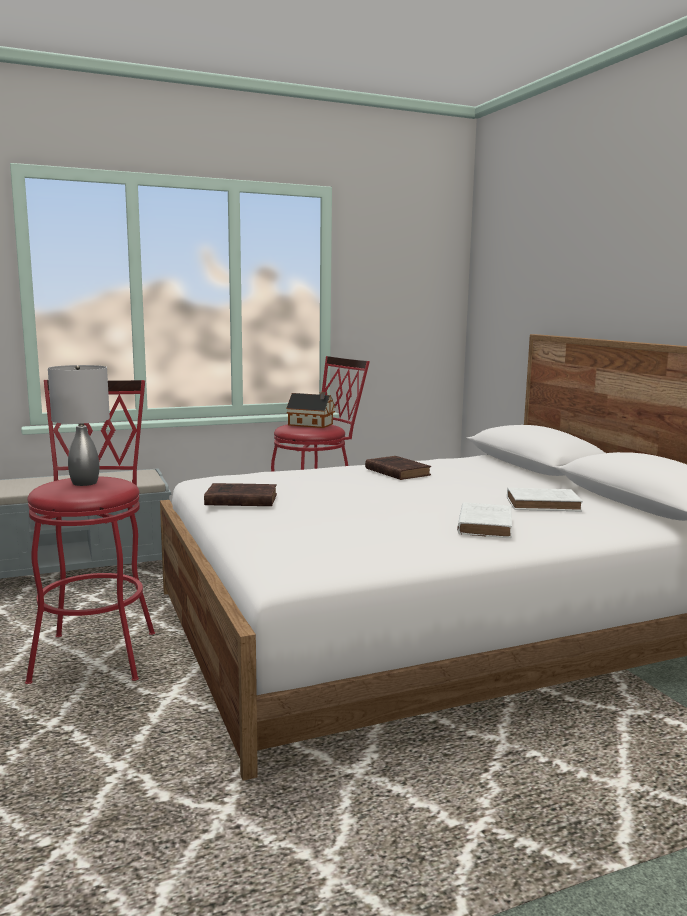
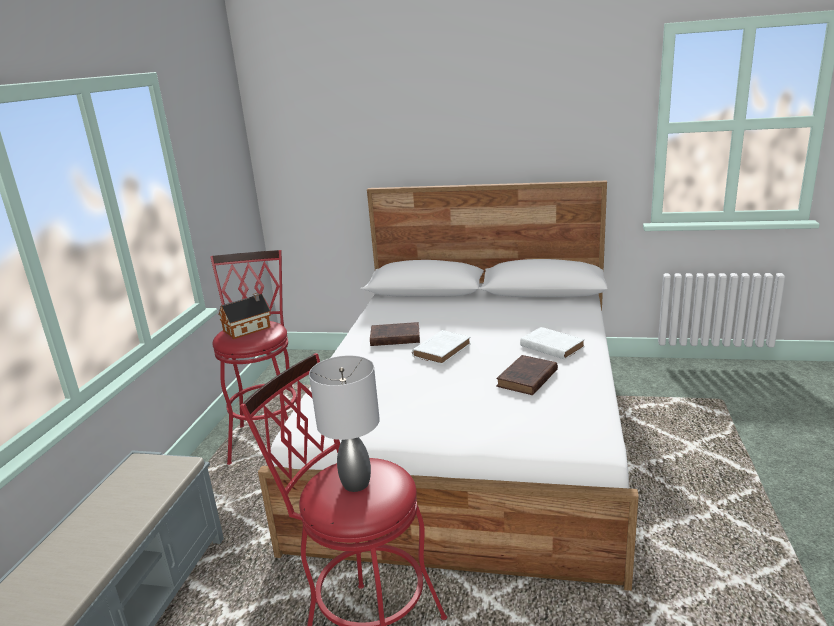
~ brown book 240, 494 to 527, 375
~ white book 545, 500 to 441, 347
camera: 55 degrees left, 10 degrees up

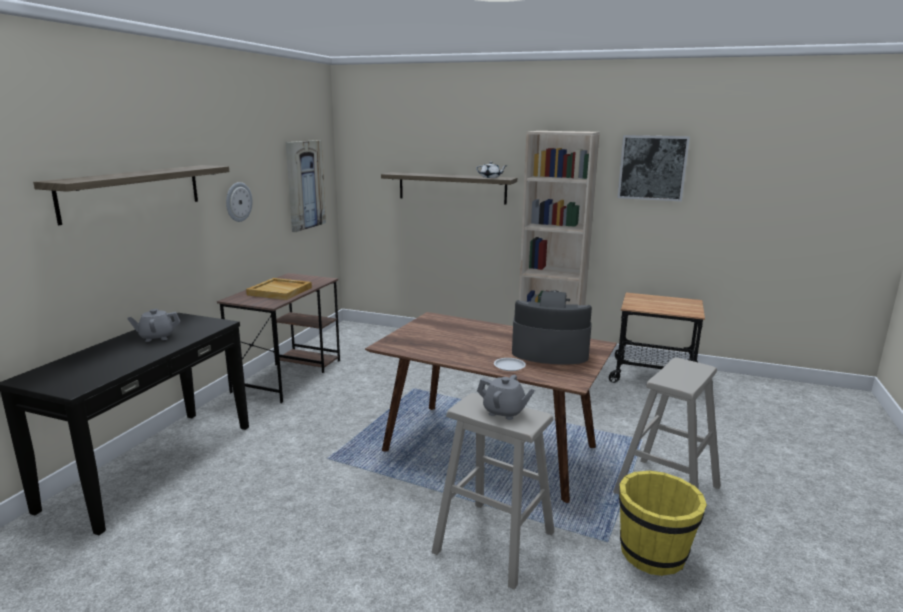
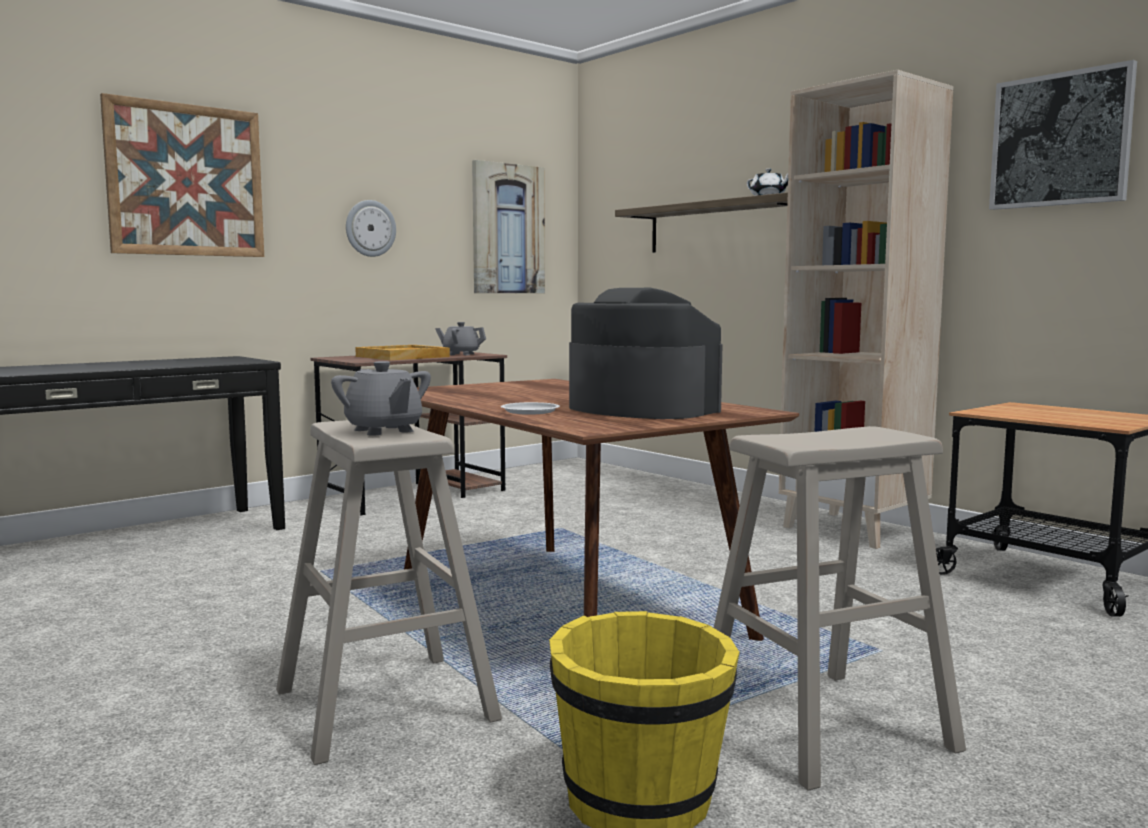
~ shelf 131, 195 to picture 182, 175
~ grey teapot 154, 325 to 460, 338
camera: 30 degrees right, 10 degrees down

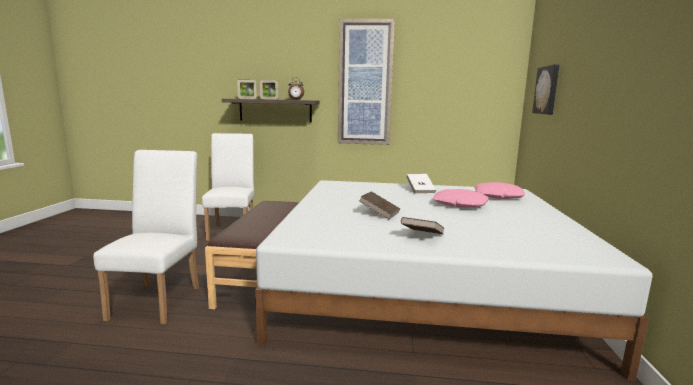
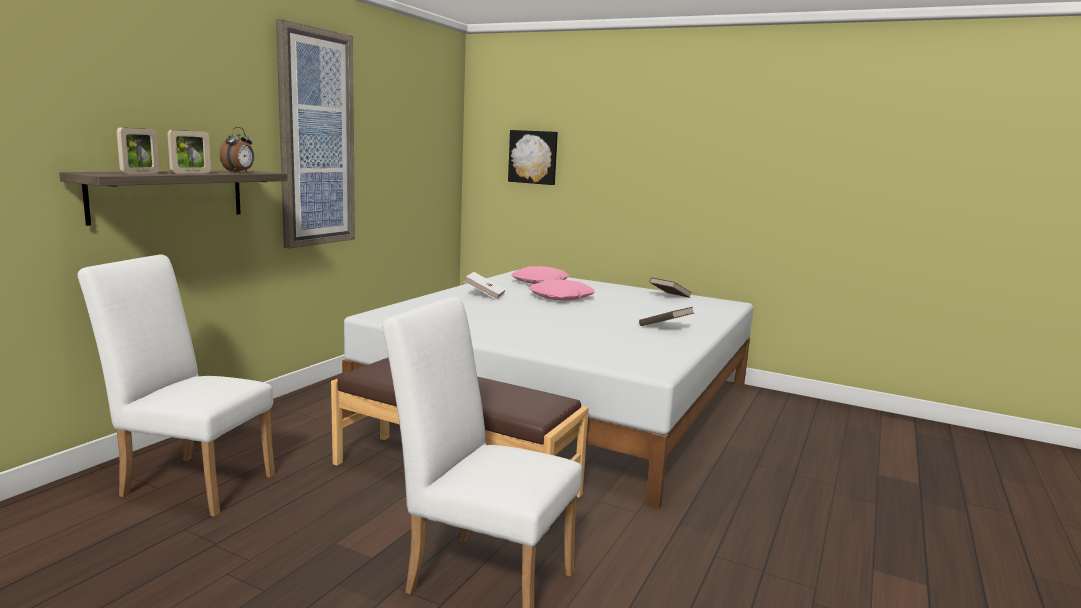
~ brown book 379, 205 to 671, 287
camera: 70 degrees left, 0 degrees up

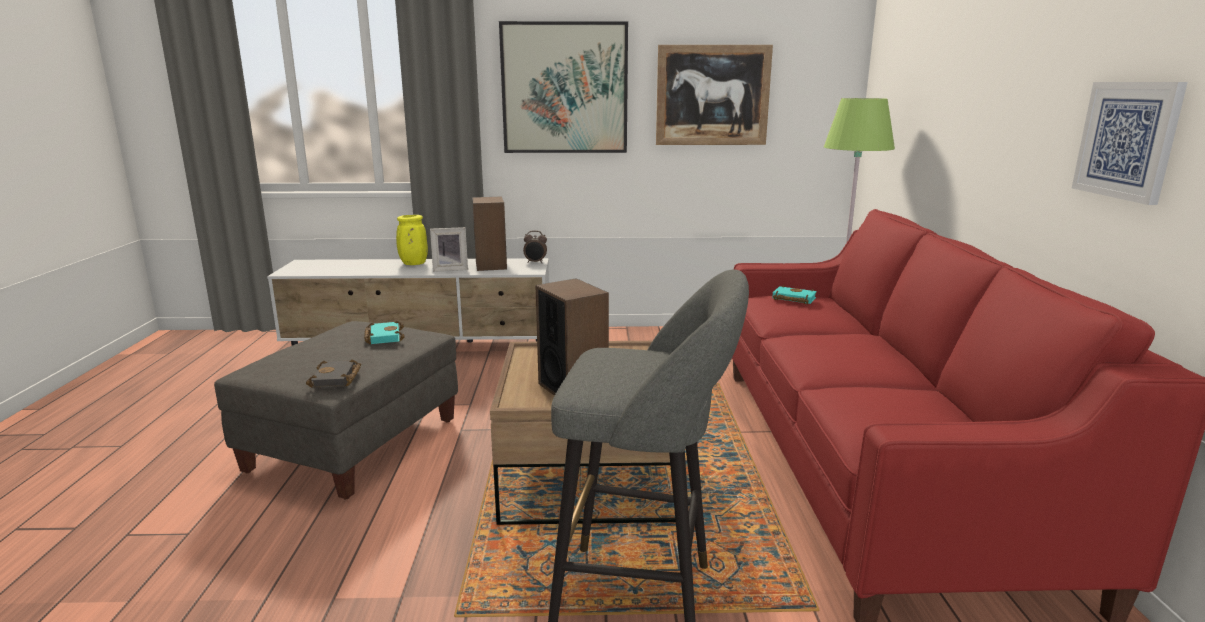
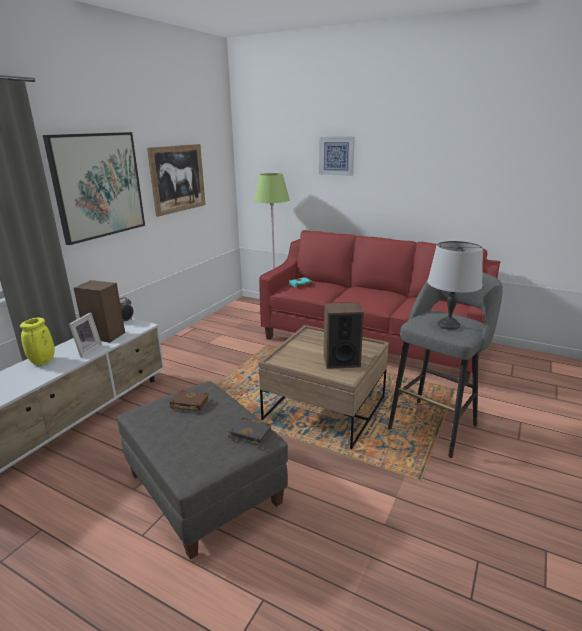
~ picture 1130, 143 to 337, 156
~ turquoise book 384, 332 to brown book 189, 401
+ grey table lamp 455, 285
camera: 60 degrees left, 5 degrees up

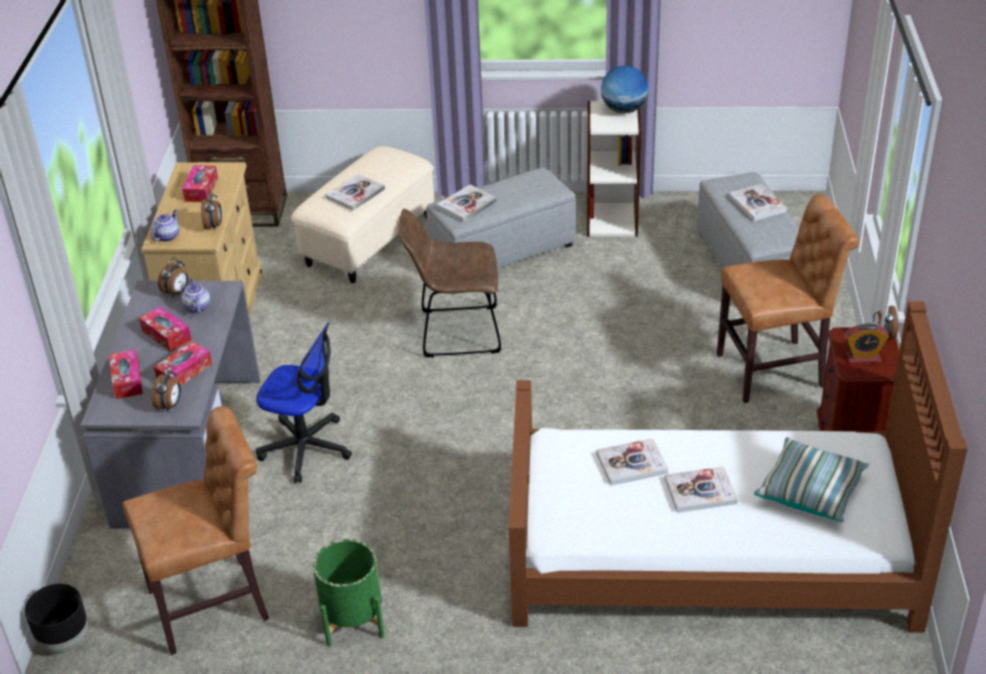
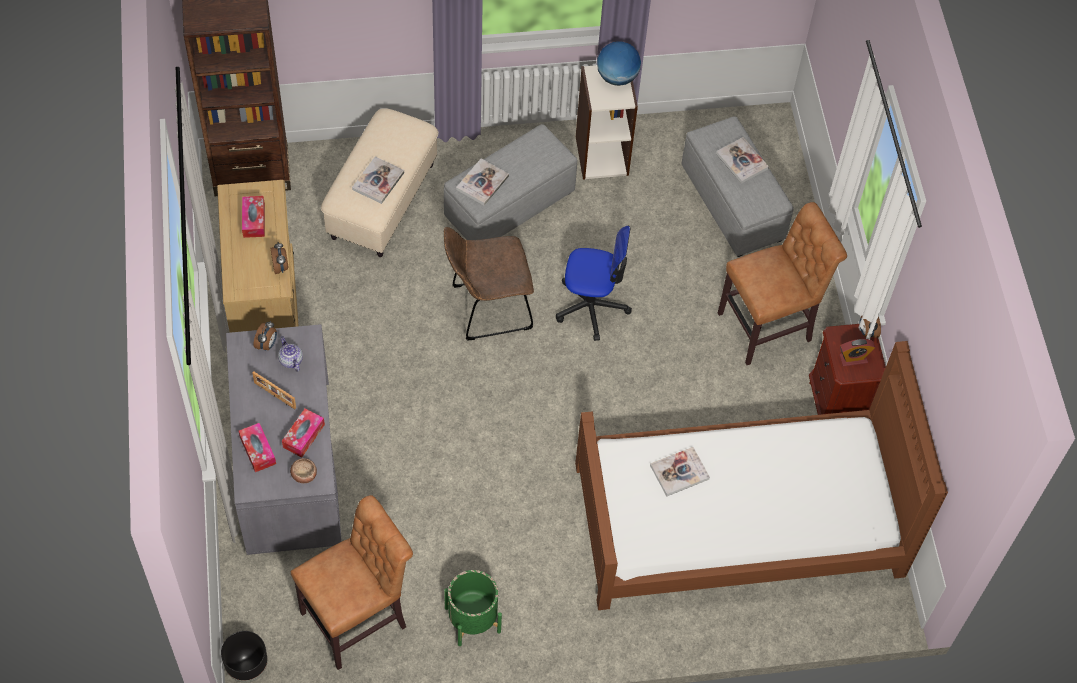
- teapot 165, 225
~ tissue box 165, 329 to picture frame 274, 390
~ office chair 304, 403 to 594, 283
~ alarm clock 166, 390 to bowl 303, 470
- pillow 811, 479
- book 701, 489
camera: 15 degrees left, 20 degrees up

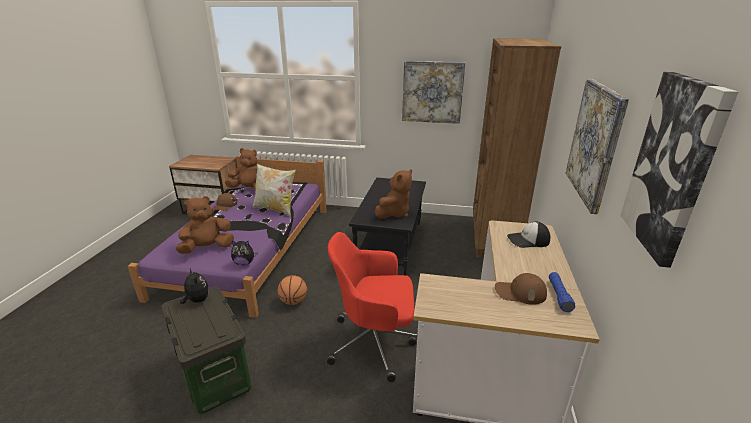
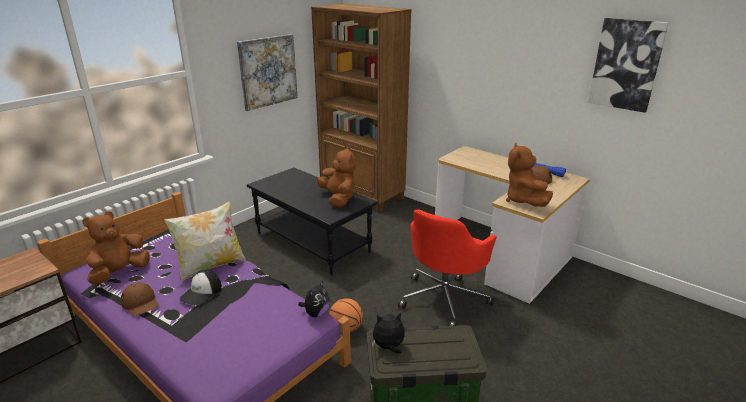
- picture 597, 146
~ brown plush toy 204, 225 to 529, 175
~ cap 528, 234 to 201, 287
camera: 60 degrees left, 0 degrees up

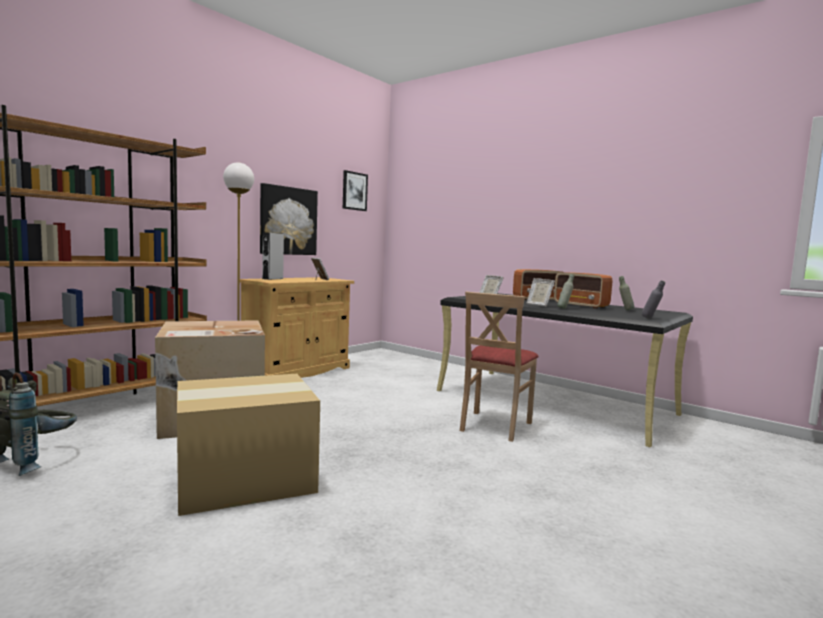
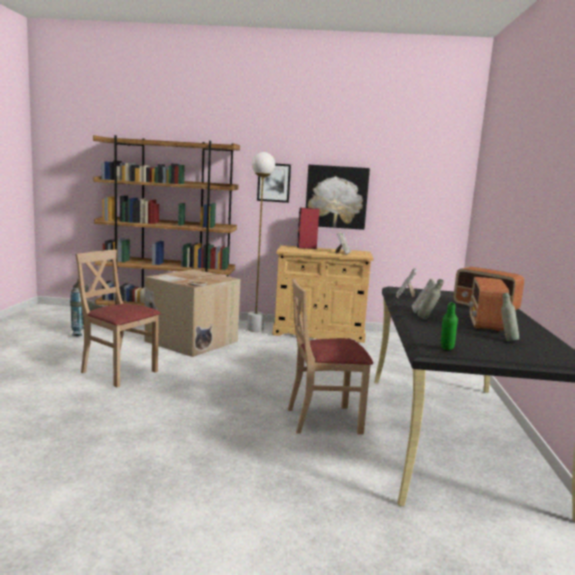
~ picture 355, 190 to 274, 183
~ grey speaker 273, 256 to red speaker 308, 228
~ grey bottle 653, 300 to green bottle 449, 326
~ cardboard box 248, 445 to beige chair 118, 318
camera: 55 degrees right, 5 degrees up

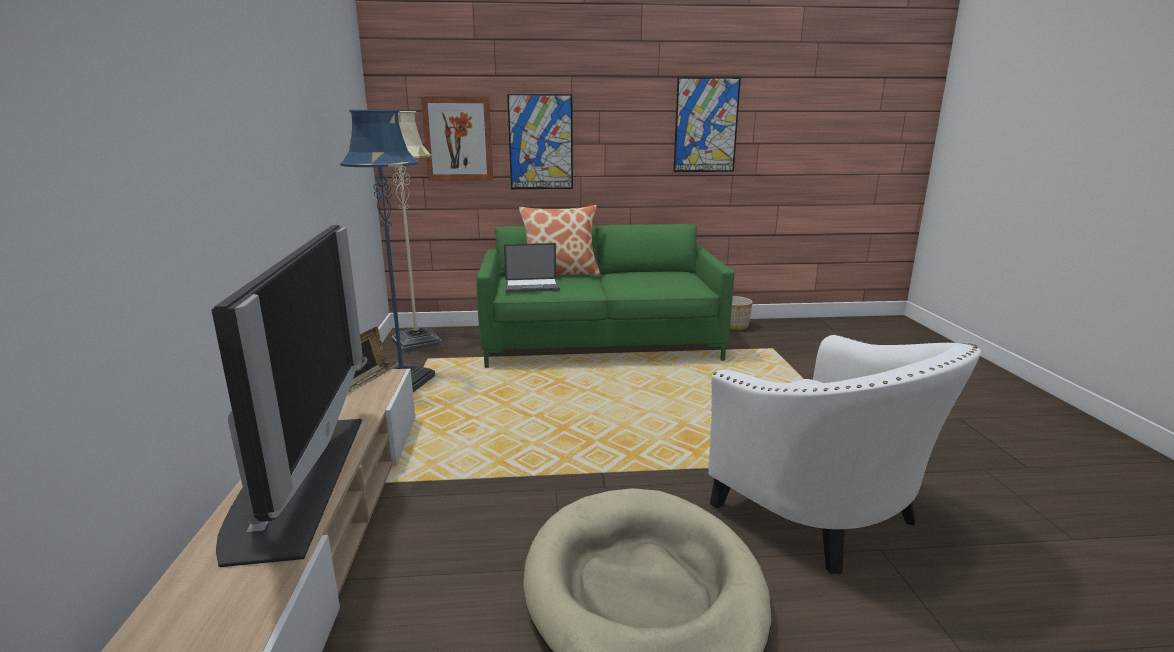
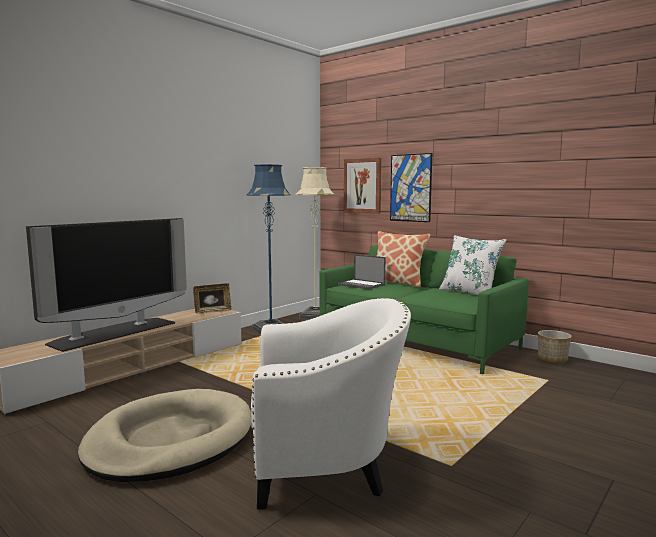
- picture 707, 124
~ white armchair 844, 454 = 331, 404 105 degrees counterclockwise
+ white pillow 472, 265
camera: 45 degrees right, 10 degrees down

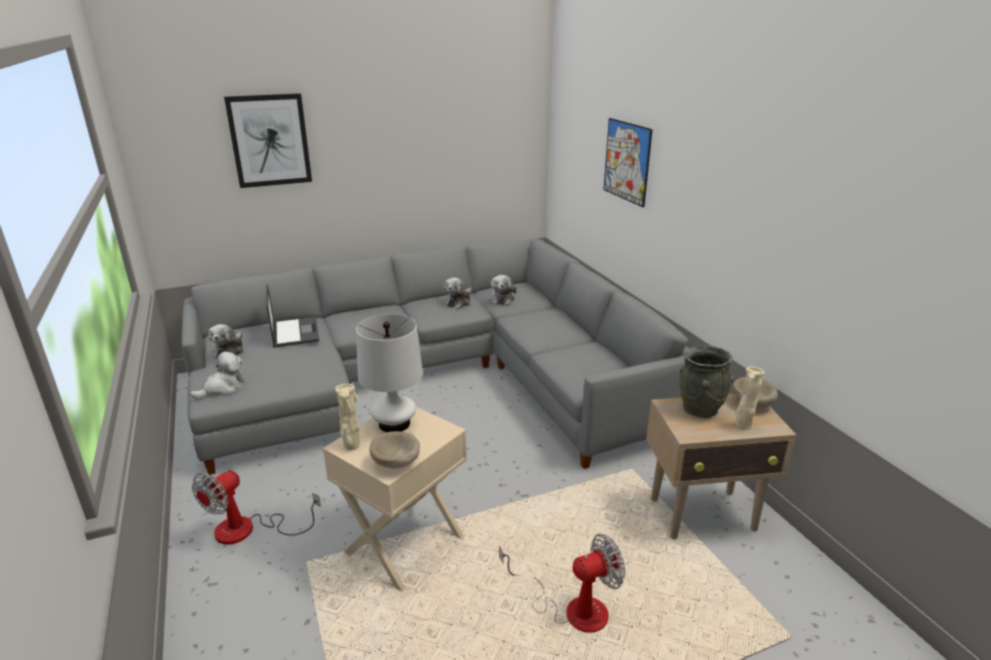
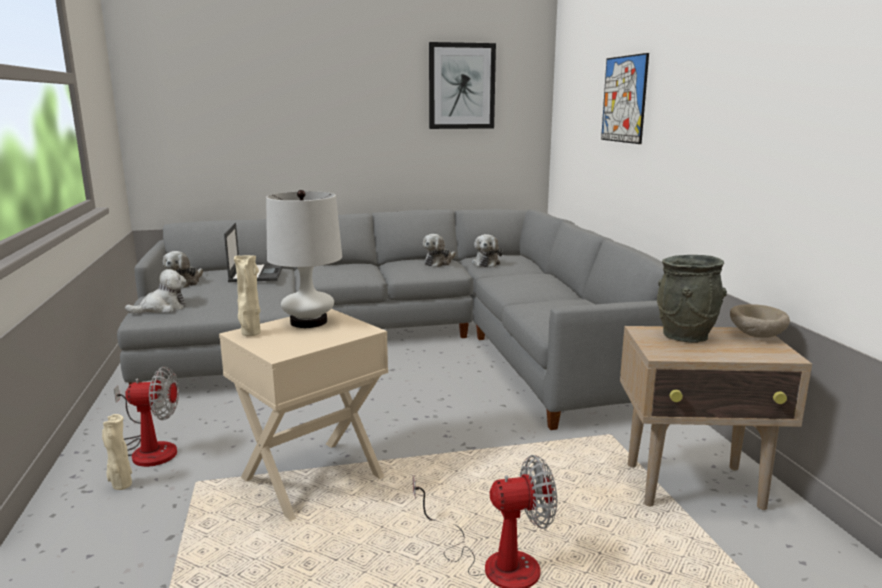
~ picture 268, 140 to 462, 85
~ beige vase 750, 398 to 117, 452
- beige bowl 394, 449
~ fan 256, 507 = 146, 416 135 degrees counterclockwise
camera: 10 degrees right, 10 degrees down

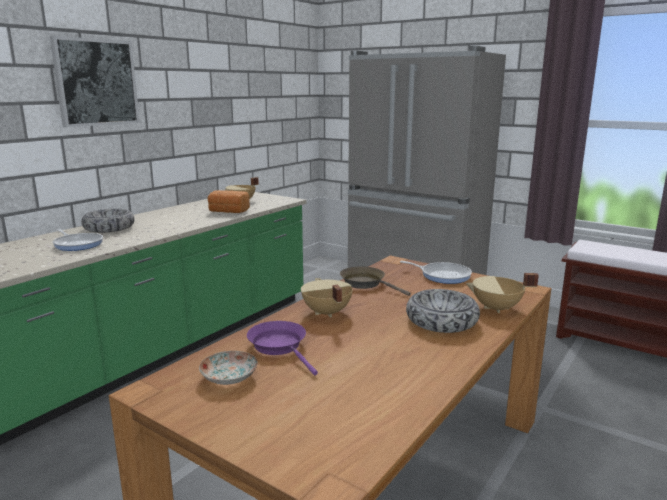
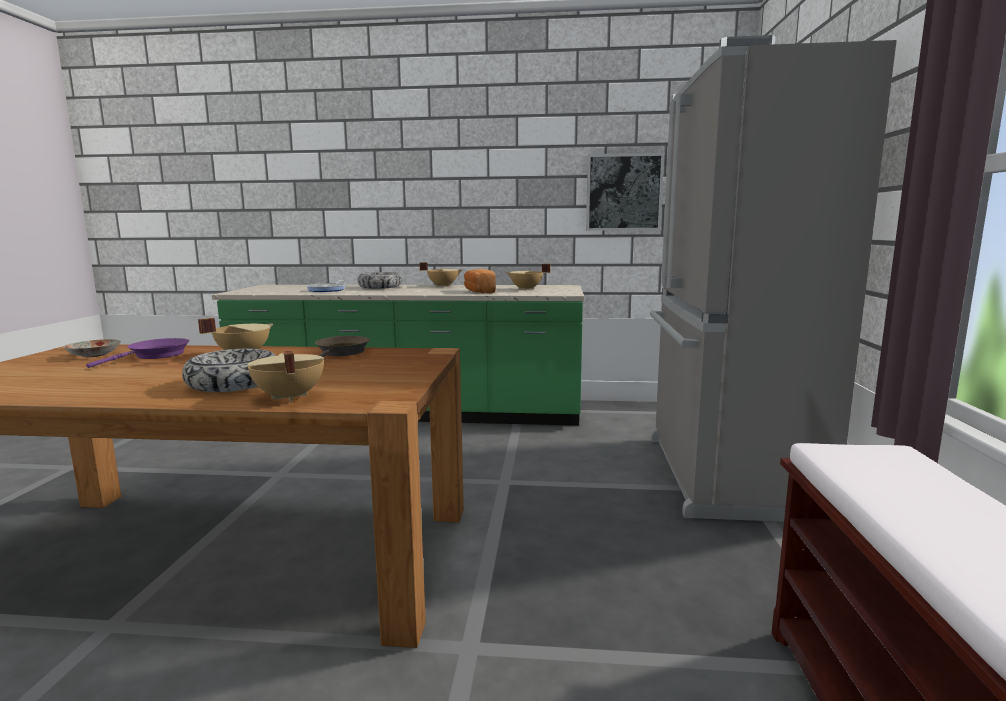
~ picture 95, 81 to 625, 192
- frying pan 436, 272
+ beige cooking pot 440, 274
camera: 60 degrees right, 5 degrees down

